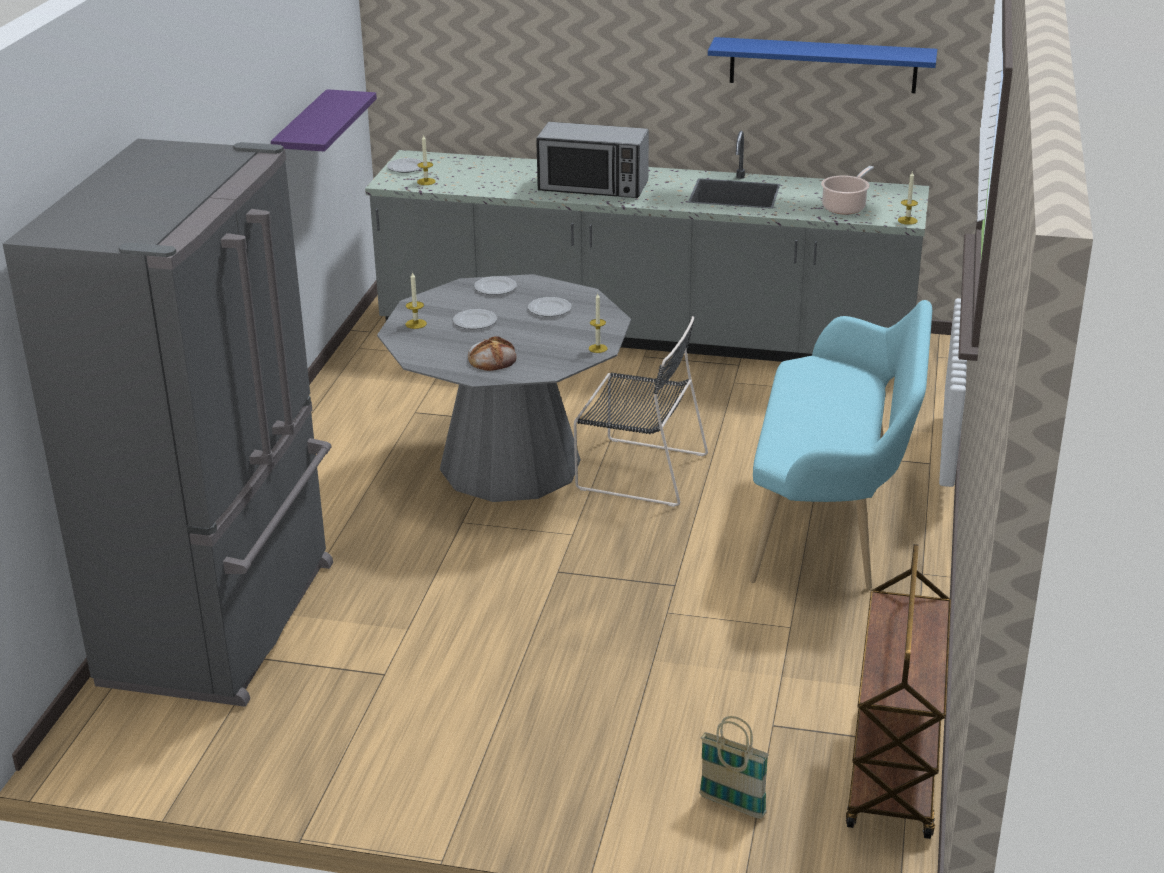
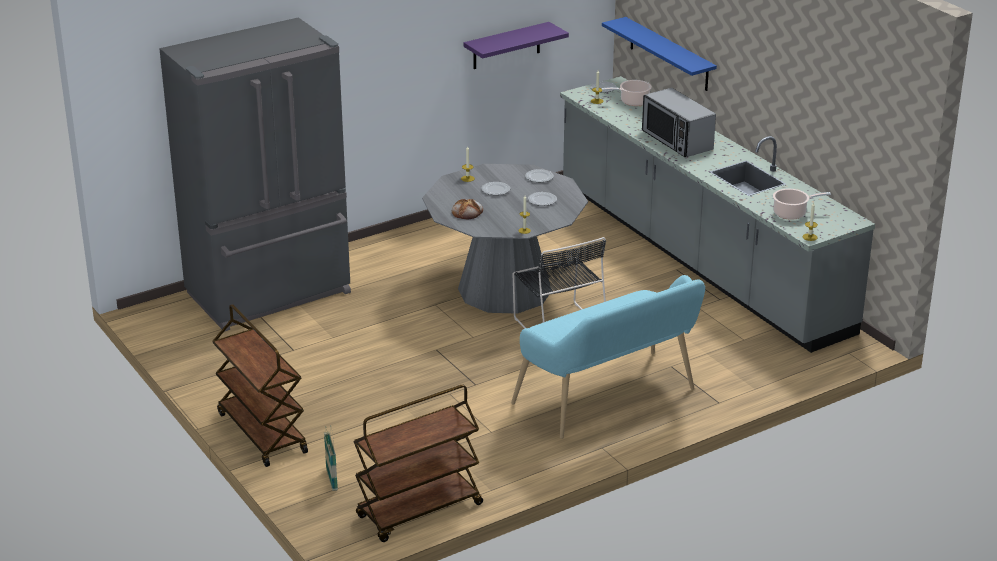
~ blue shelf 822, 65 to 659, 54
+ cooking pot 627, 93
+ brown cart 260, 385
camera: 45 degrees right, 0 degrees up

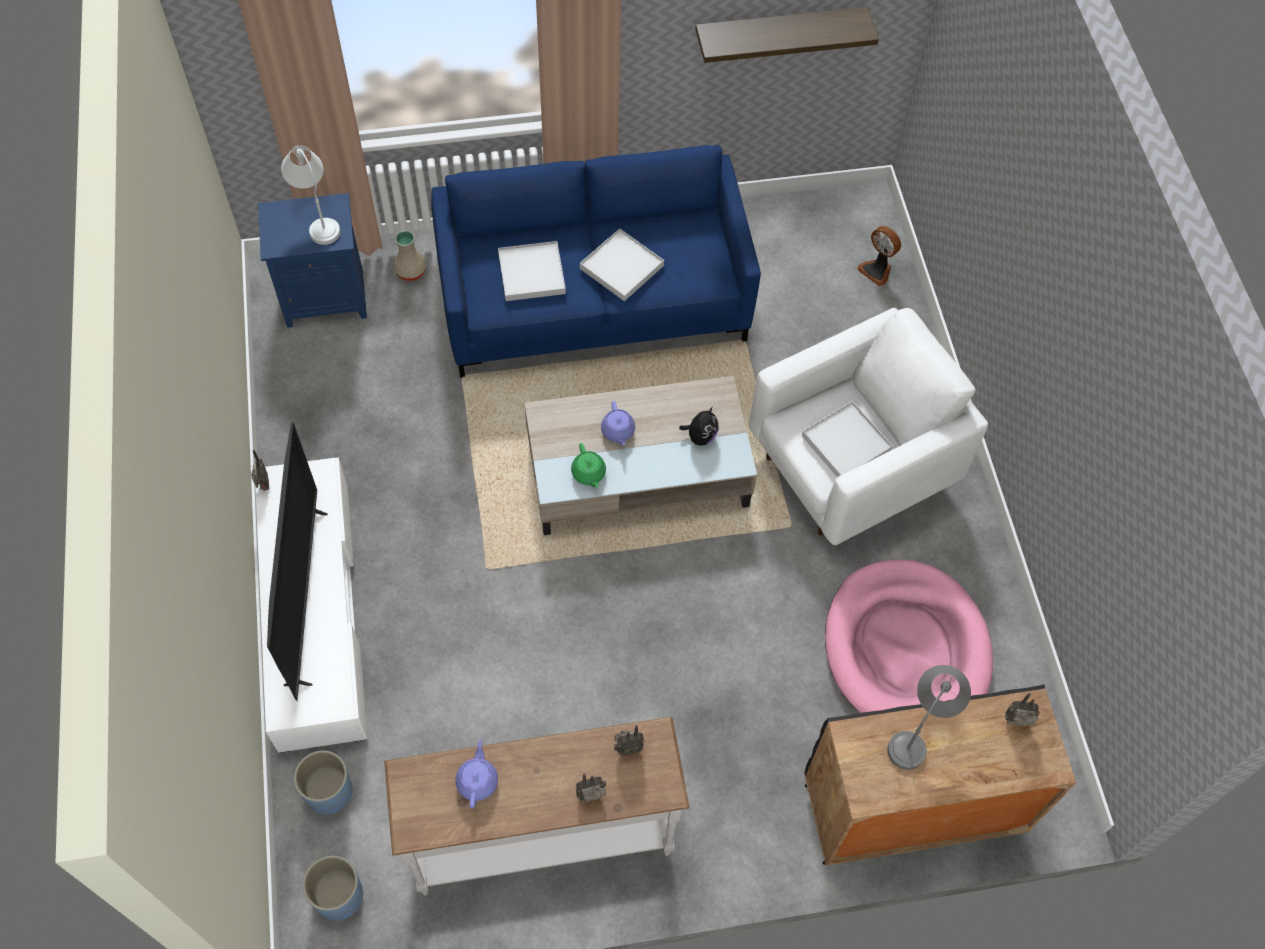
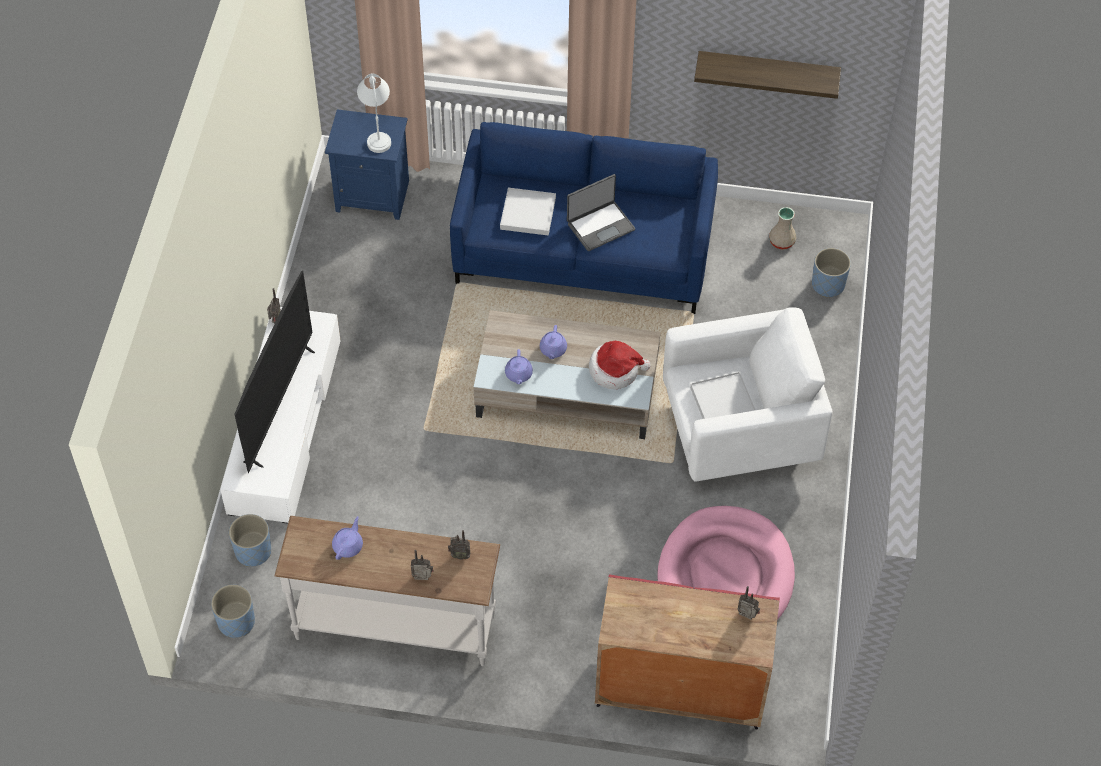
~ fan 879, 256 to blue planter 831, 272
~ white tray 622, 265 to laptop 601, 212
~ beige vase 410, 255 to 783, 228
~ plush toy 698, 426 to hat 620, 365
~ green teapot 588, 465 to purple teapot 519, 366
- grey table lamp 929, 717
~ black cabinet 940, 775 to red cabinet 687, 652
camera: 20 degrees right, 5 degrees down

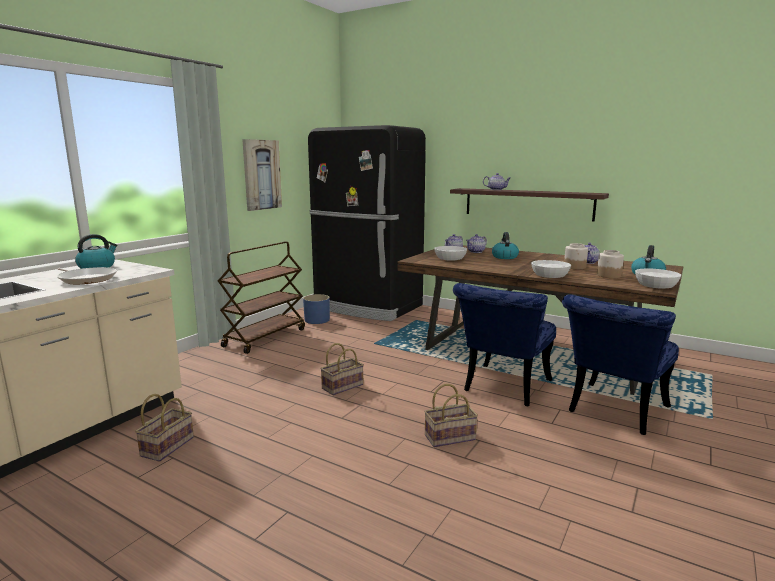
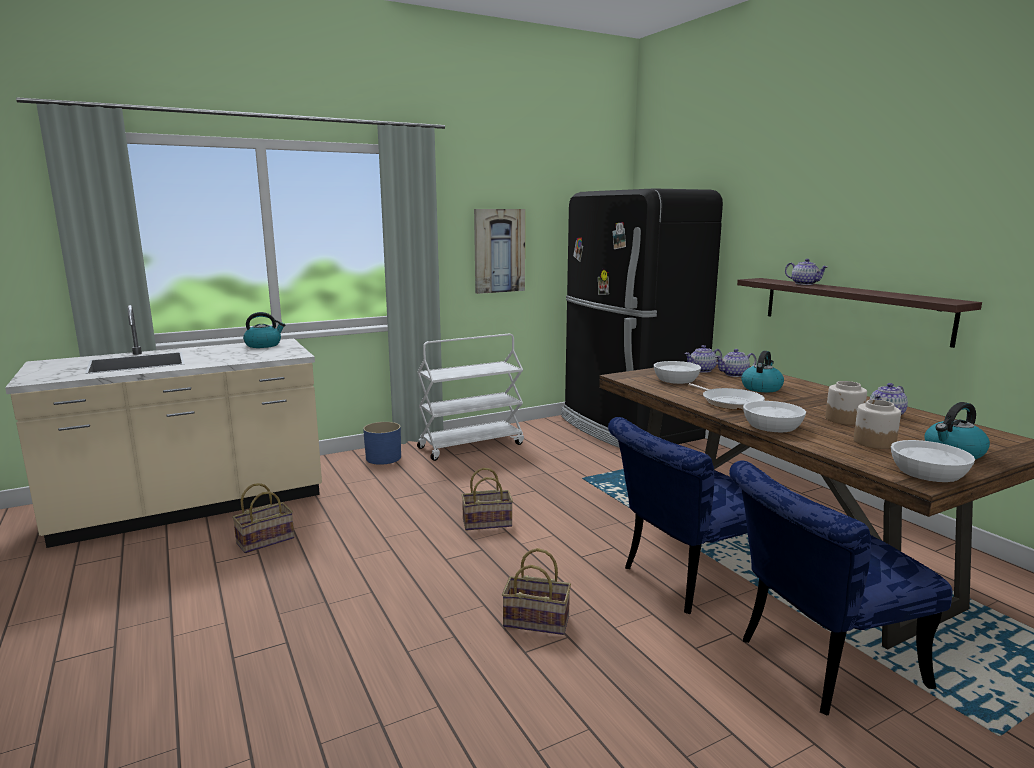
~ brown cart 261, 297 to white cart 470, 397
~ frying pan 87, 275 to 726, 396
~ blue planter 316, 309 to 382, 443
camera: 30 degrees right, 0 degrees up

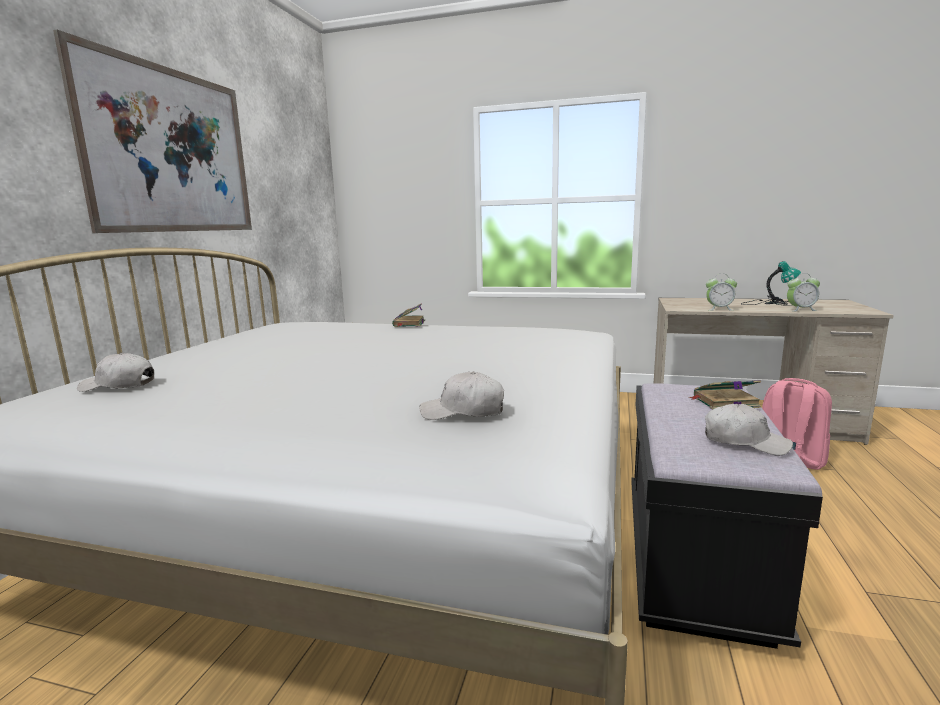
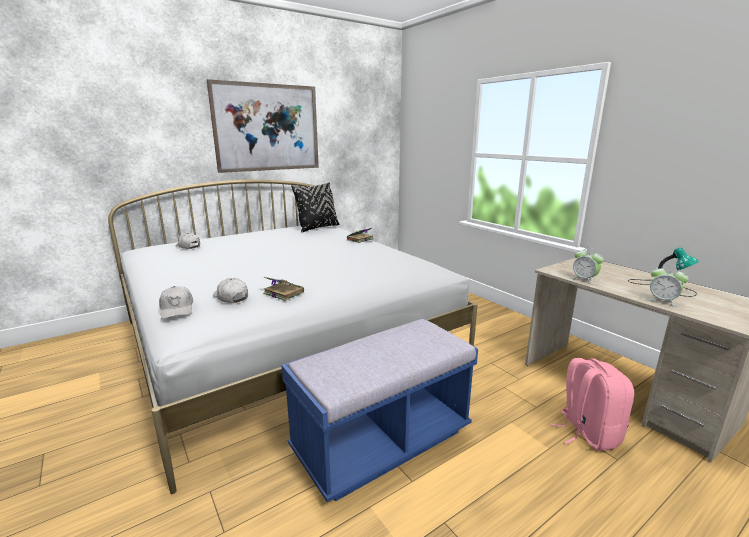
~ book 724, 395 to 283, 289
~ black bench 727, 516 to blue bench 379, 411
~ white cap 749, 430 to 176, 302
+ black pillow 315, 207
camera: 40 degrees right, 5 degrees up

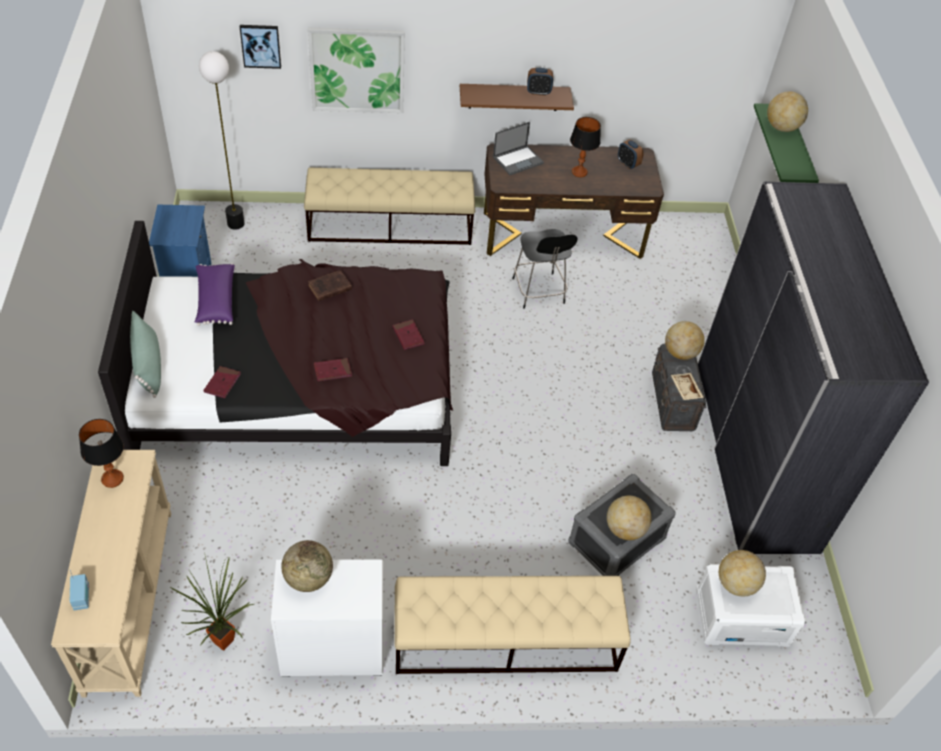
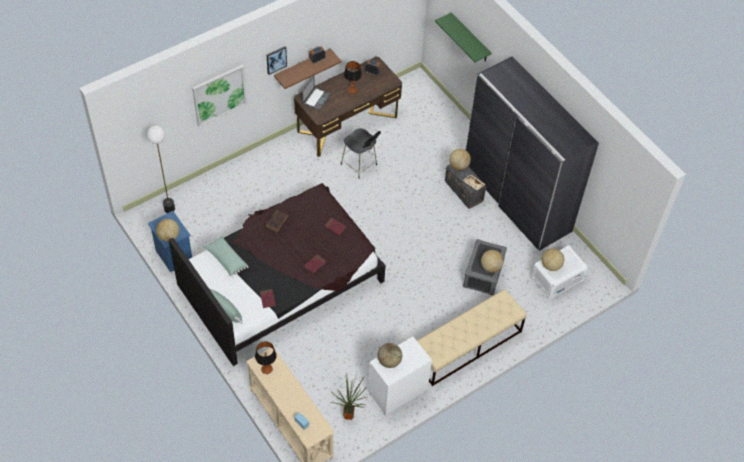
~ picture 260, 47 to 277, 60
~ globe 787, 111 to 167, 230
- beige bench 389, 206
~ purple pillow 215, 294 to green pillow 226, 256
camera: 30 degrees left, 5 degrees up

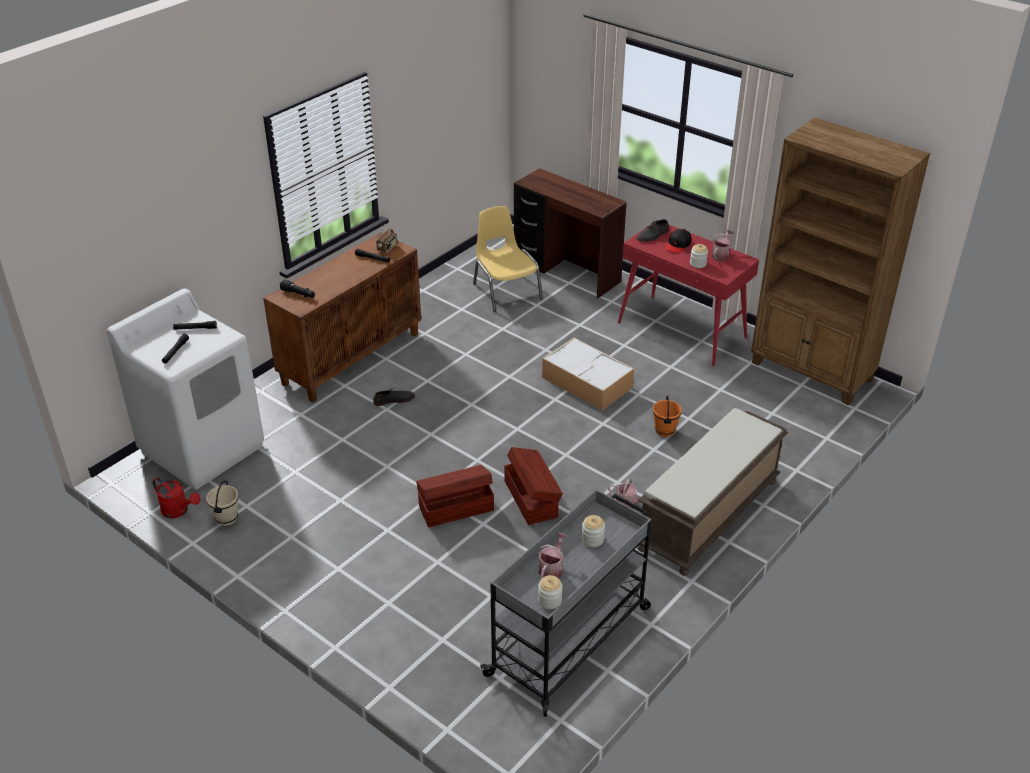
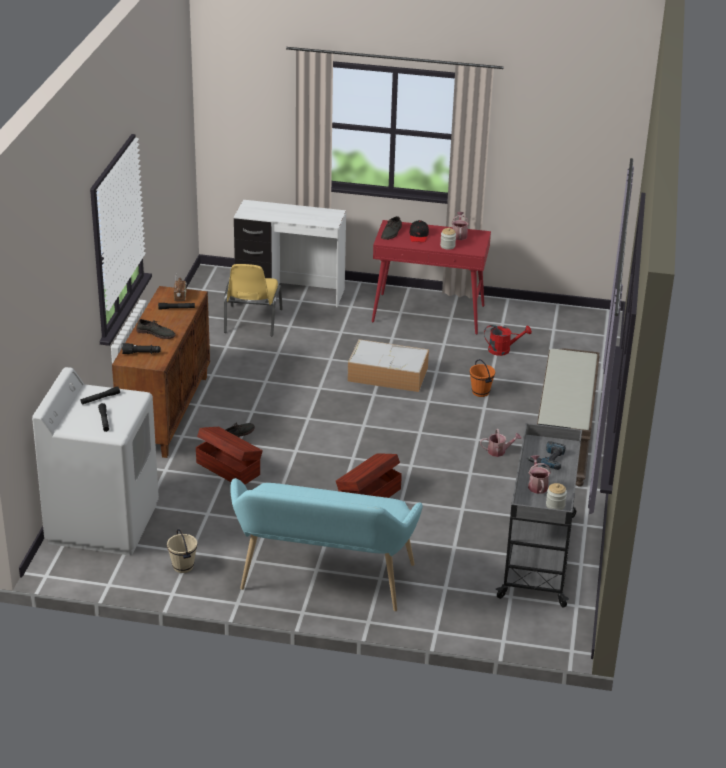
- brown bookcase 840, 261
~ brown desk 570, 233 to white desk 290, 253
~ yellow chair 508, 259 = 253, 300 120 degrees counterclockwise
~ brown storage box 533, 486 to 229, 456
~ red watering can 176, 497 to 508, 340
~ jar 593, 531 to power drill 546, 455
+ grey shoe 156, 329
+ turquoise bench 326, 544
camera: 30 degrees left, 5 degrees down

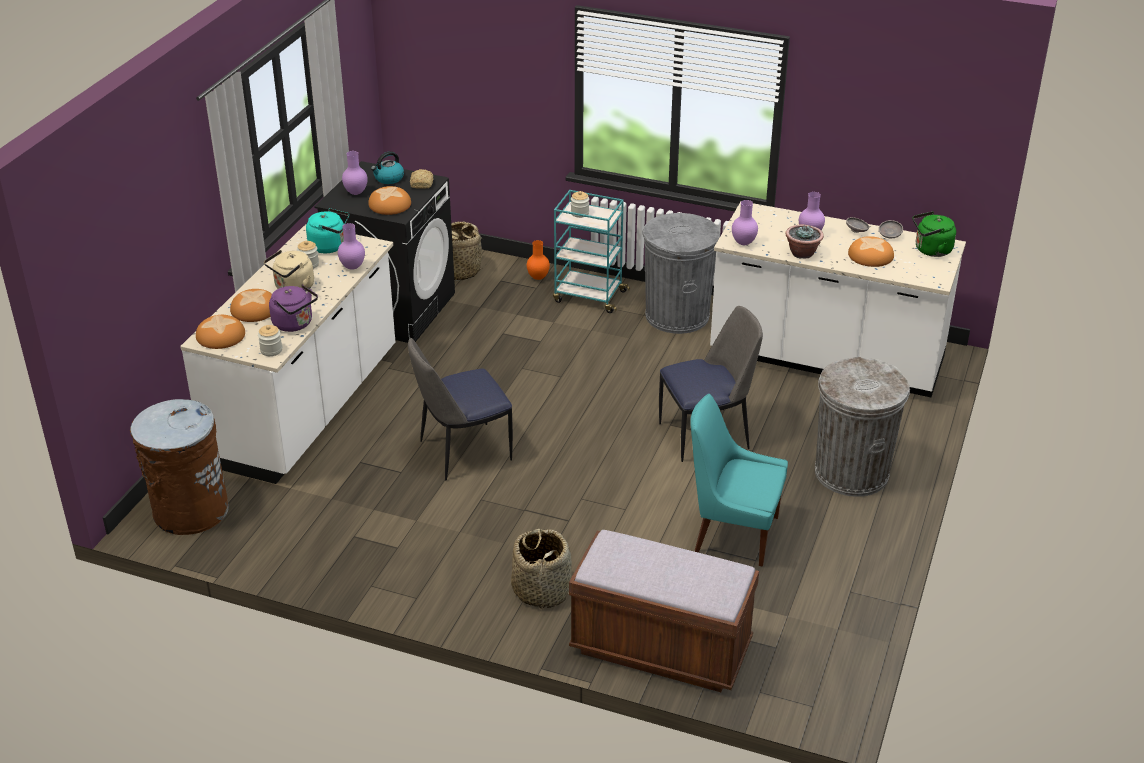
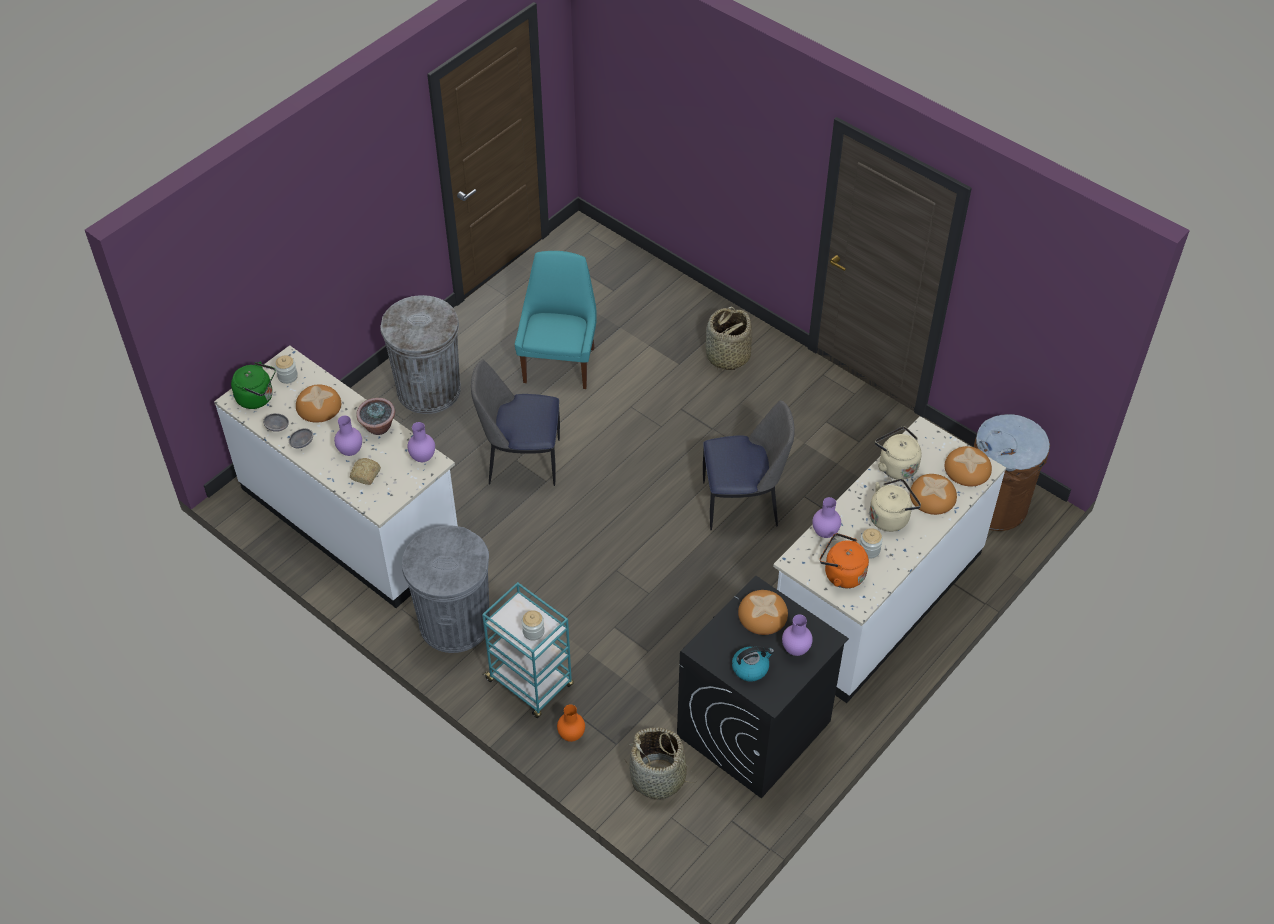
~ bread 421, 179 to 365, 471
~ turquoise kettle 327, 230 to orange kettle 844, 560
~ purple kettle 293, 308 to beige kettle 898, 453
~ jar 270, 340 to 286, 369
~ turquoise chair 739, 480 = 556, 320 120 degrees counterclockwise
- brown bench 664, 611
camera: 160 degrees left, 15 degrees up

